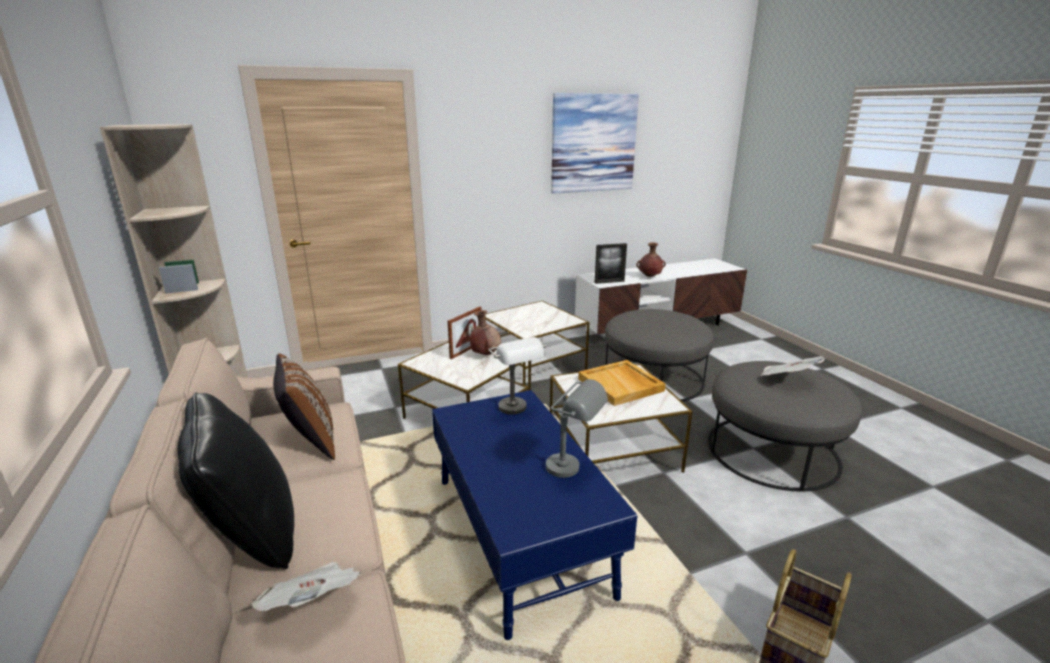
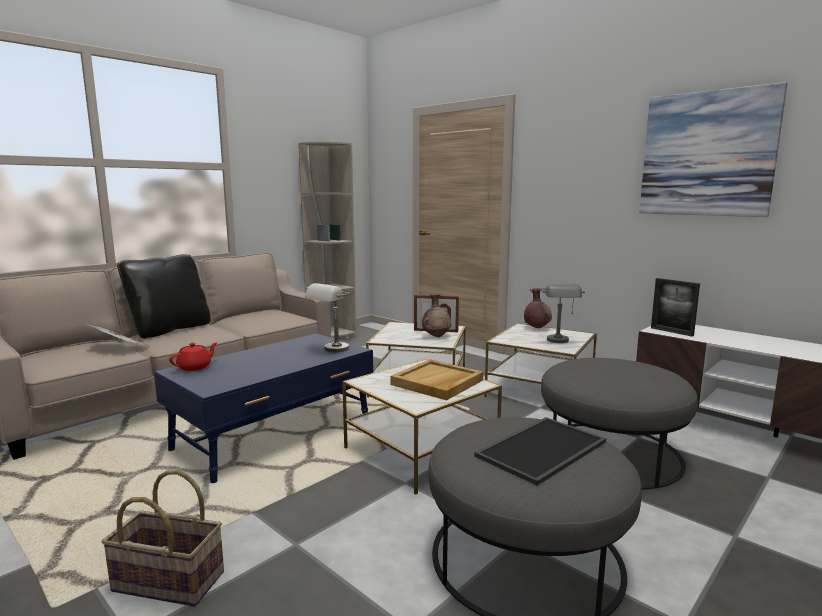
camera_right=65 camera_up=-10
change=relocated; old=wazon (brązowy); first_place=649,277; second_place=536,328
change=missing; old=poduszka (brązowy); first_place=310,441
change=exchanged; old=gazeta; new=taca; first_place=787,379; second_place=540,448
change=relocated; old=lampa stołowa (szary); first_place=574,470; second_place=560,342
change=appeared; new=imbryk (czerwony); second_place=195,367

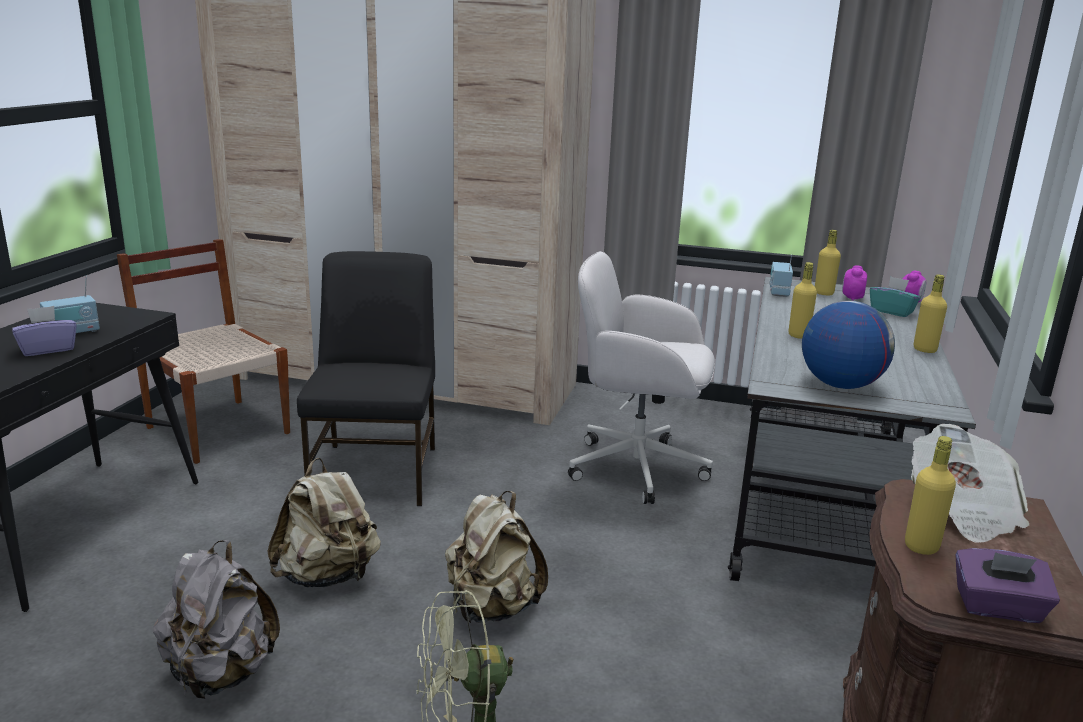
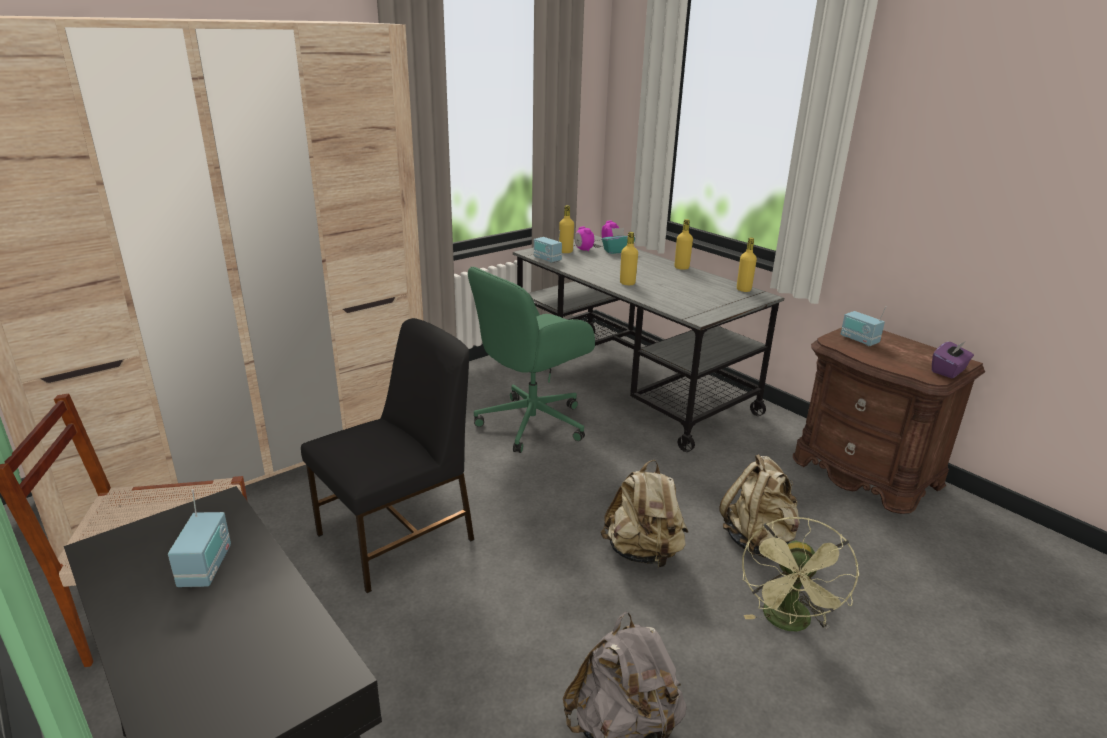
camera_right=-55 camera_up=5
change=spun; old=krzesło (czarny); first_place=376,472; second_place=399,536; degrees=105
change=colour; old=krzesło biurowe (biały); new=krzesło biurowe (zielony); first_place=636,468; second_place=532,423
change=missing; old=globus; first_place=840,385
change=missing; old=pudełko chusteczek (fioletowy); first_place=48,349
change=exchanged; old=gazeta; new=radio; first_place=962,511; second_place=859,340
change=relocated; old=butelka (żółty); first_place=921,546; second_place=743,289
change=relocated; old=plecak (beżowy); first_place=328,576; second_place=757,539

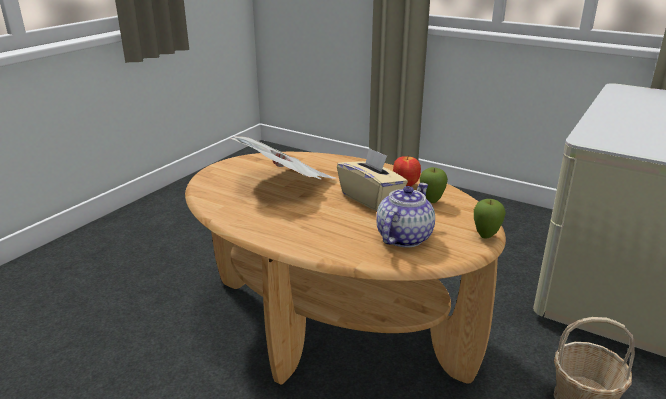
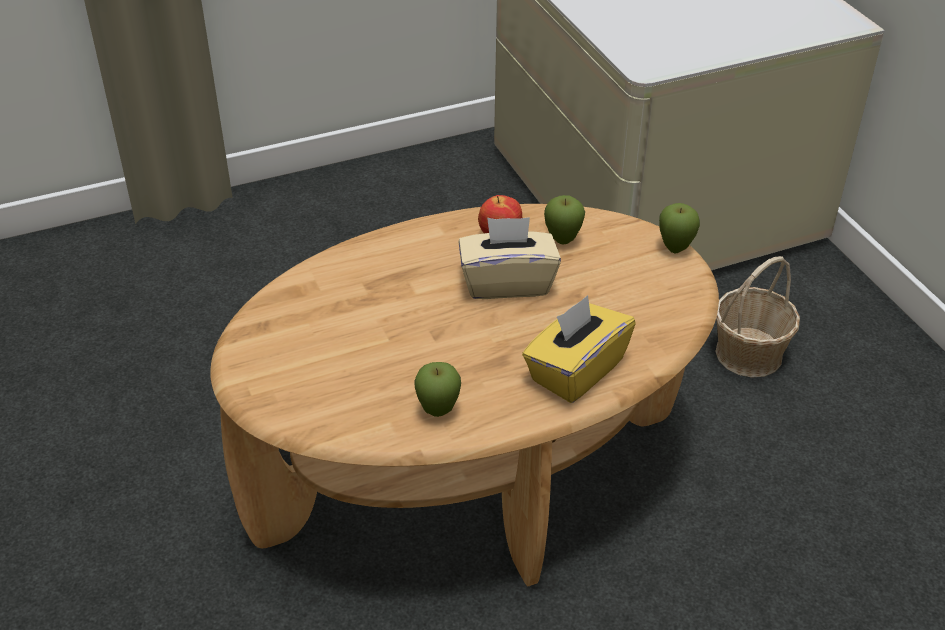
camera_right=-55 camera_up=15
change=missing; old=gazeta; first_place=286,183
change=missing; old=imbryk; first_place=403,237
change=appeared; new=pudełko chusteczek (żółty); second_place=575,371
change=appeared; new=jabłko; second_place=438,412

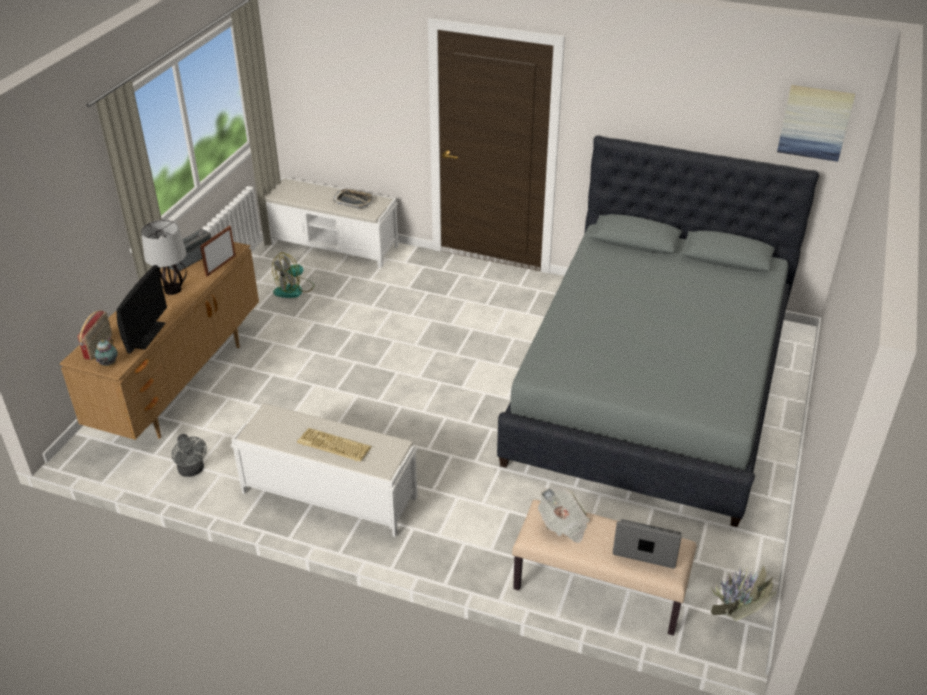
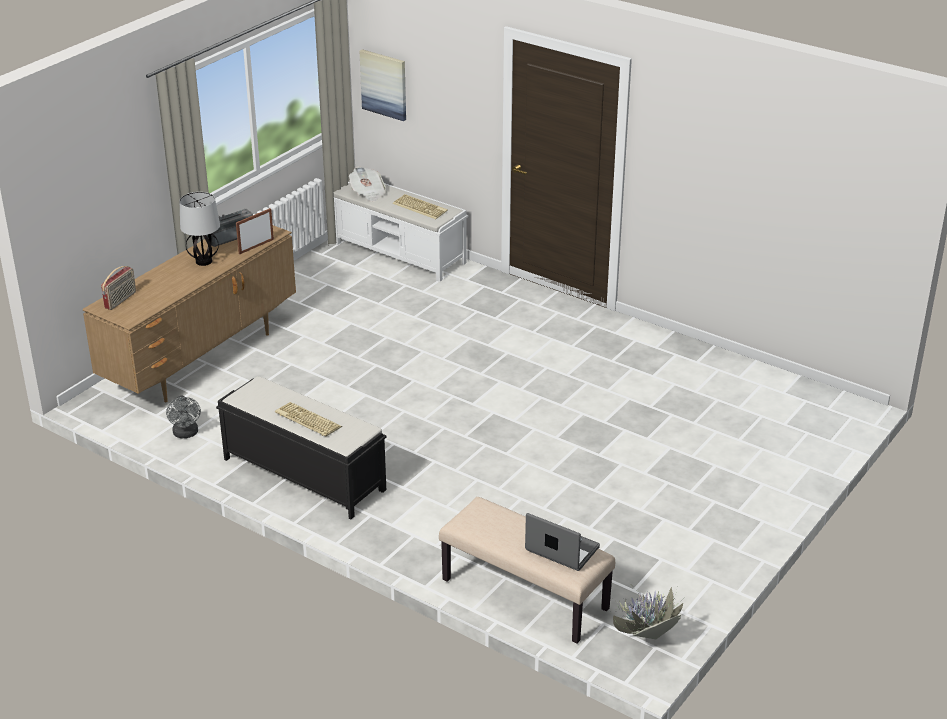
camera_right=15 camera_up=-5
change=relocated; old=obraz; first_place=815,122; second_place=384,84
change=missing; old=łóżko (szary); first_place=651,388
change=exchanged; old=taca; new=klawiatura; first_place=353,201; second_place=421,207
change=missing; old=wentylator; first_place=294,289
change=missing; old=monitor; first_place=146,334
change=missing; old=imbryk; first_place=108,364
change=colour; old=ławka (biały); new=ławka (czarny); first_place=328,494; second_place=303,474
change=relocated; old=gazeta; first_place=563,524; second_place=368,193

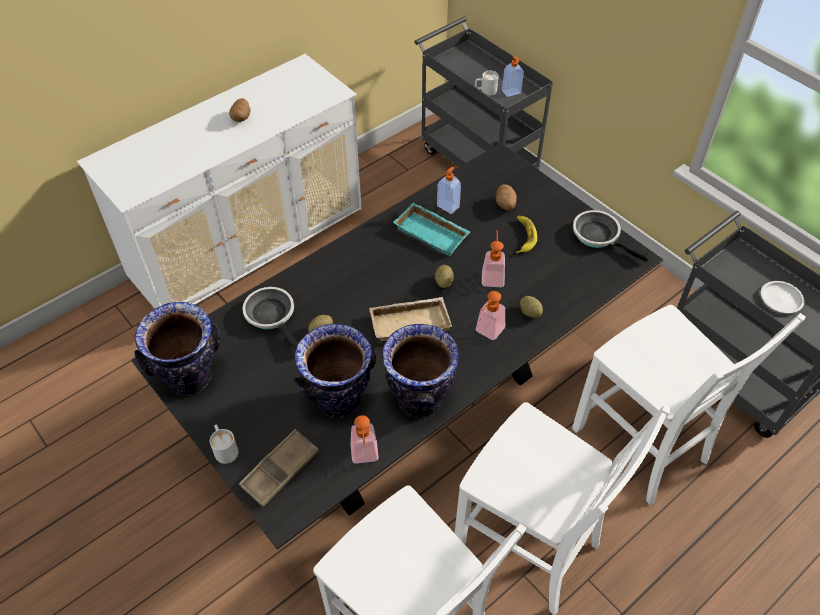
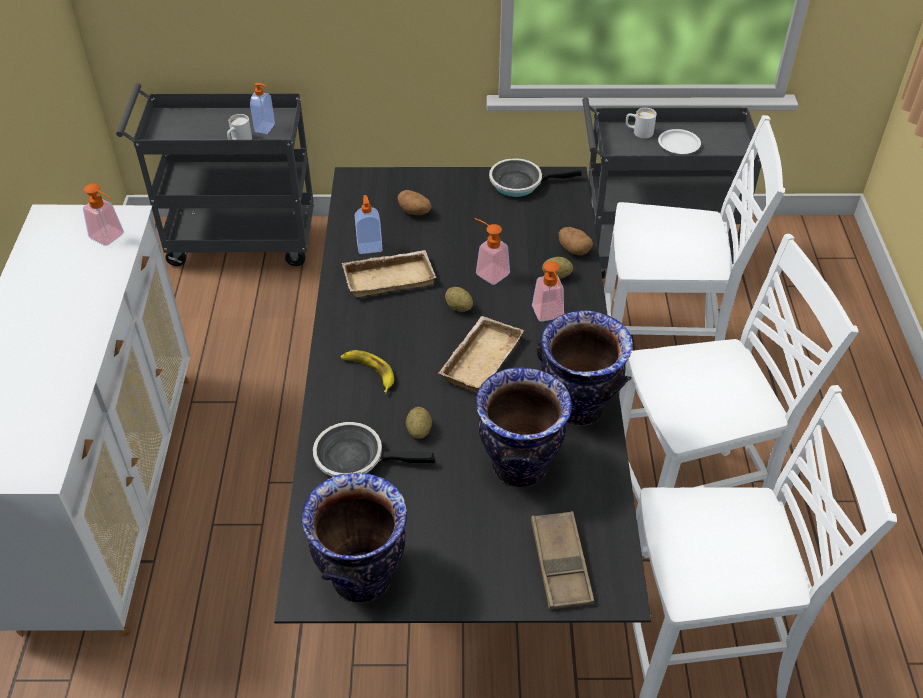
camera_right=-50 camera_up=-5
change=relocated; old=ziemniak; first_place=241,117; second_place=574,249
change=colour; old=taca (turkusowy); new=taca (beżowy); first_place=433,233; second_place=389,277
change=relocated; old=banan; first_place=524,236; second_place=369,372
change=relocated; old=dozownik mydła; first_place=365,457; second_place=111,238
change=relocated; old=kubek (biały); first_place=224,448; second_place=638,132

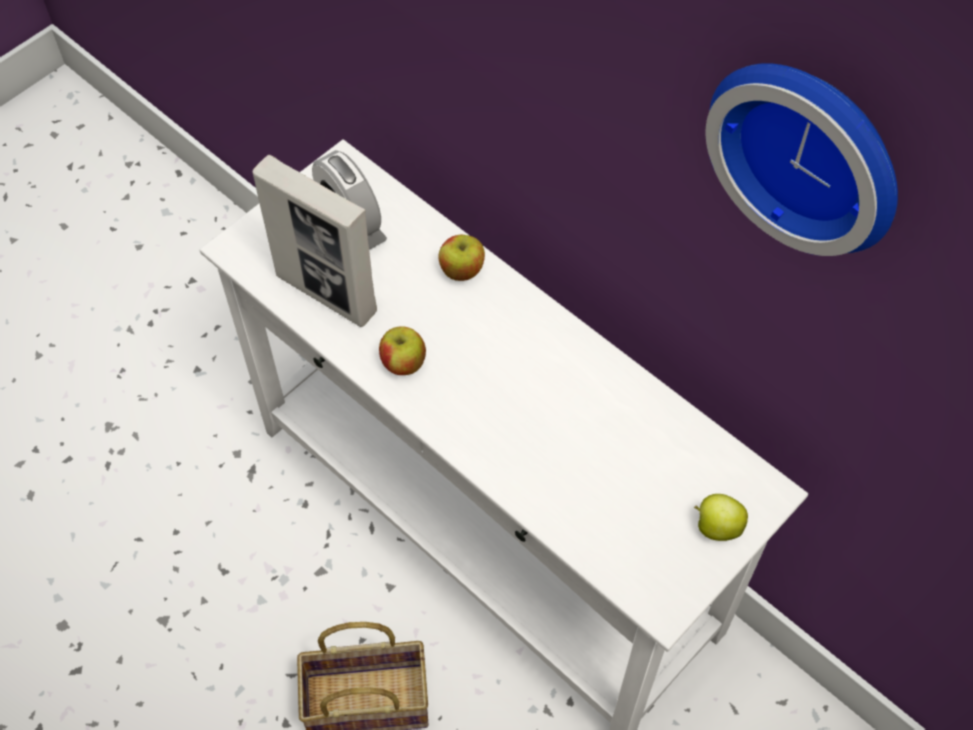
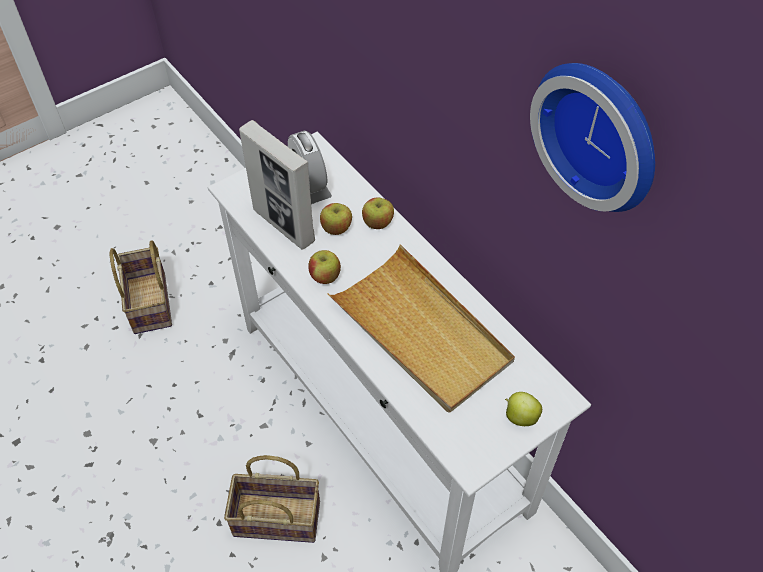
camera_right=10 camera_up=-5
change=appeared; new=jabłko; second_place=336,228
change=appeared; new=koszyk; second_place=151,304
change=appeared; new=taca (beżowy); second_place=421,332

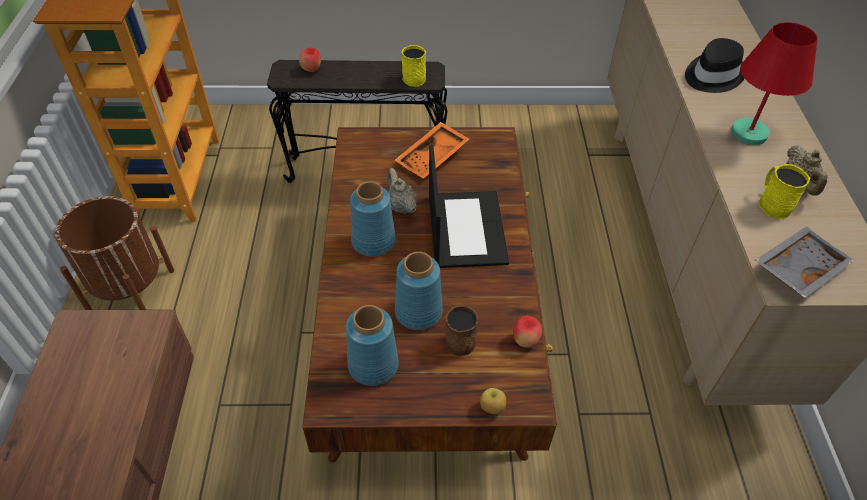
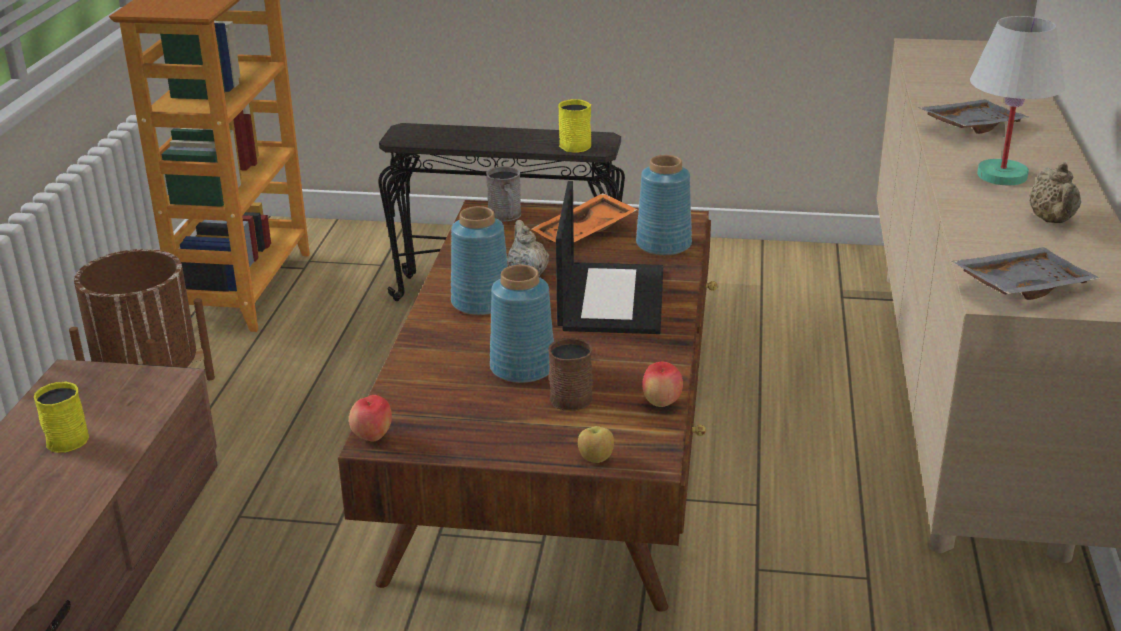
camera_right=10 camera_up=-20
change=colour; old=lampa stołowa (czerwony); new=lampa stołowa (biały); first_place=748,133; second_place=1001,175
change=exchanged; old=kapelusz (czarny); new=taca (szary); first_place=712,75; second_place=970,126
change=relocated; old=jabłko; first_place=311,70; second_place=372,437
change=relocated; old=kubek (żółty); first_place=772,203; second_place=69,436
change=relocated; old=wazon (niebieski); first_place=372,364; second_place=662,244
change=appeared; new=kubek (szary); second_place=506,216

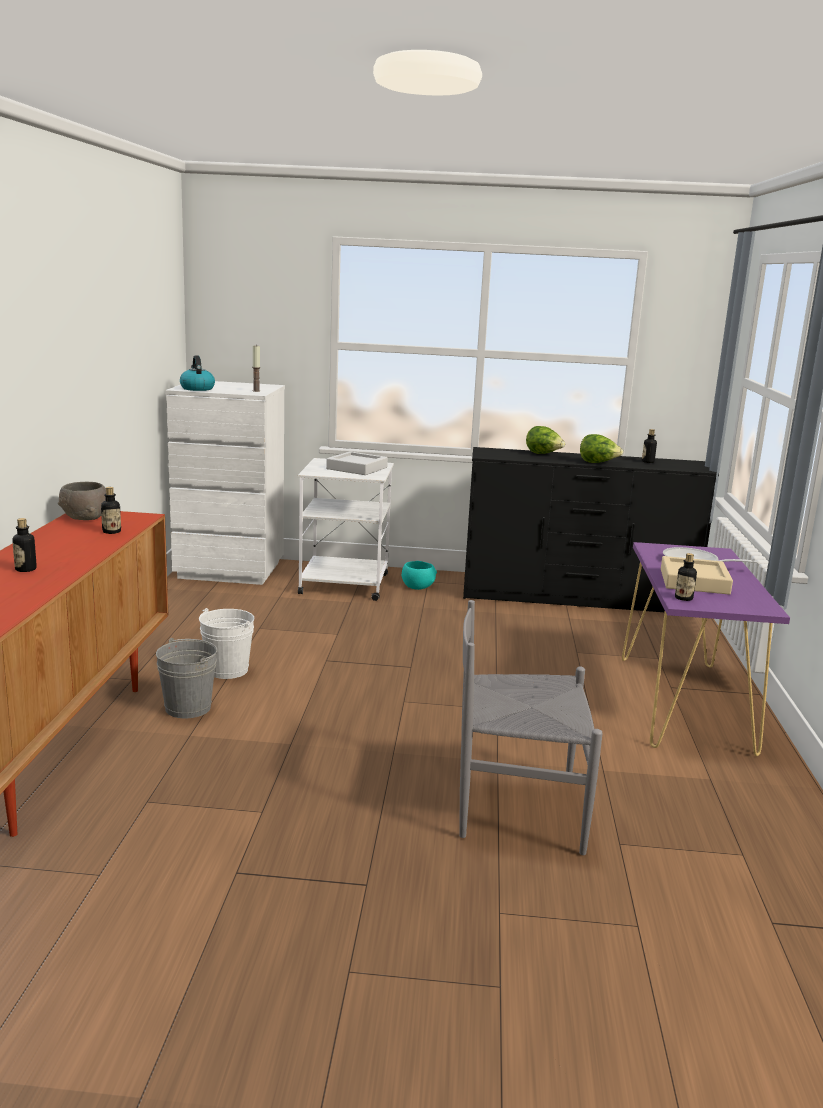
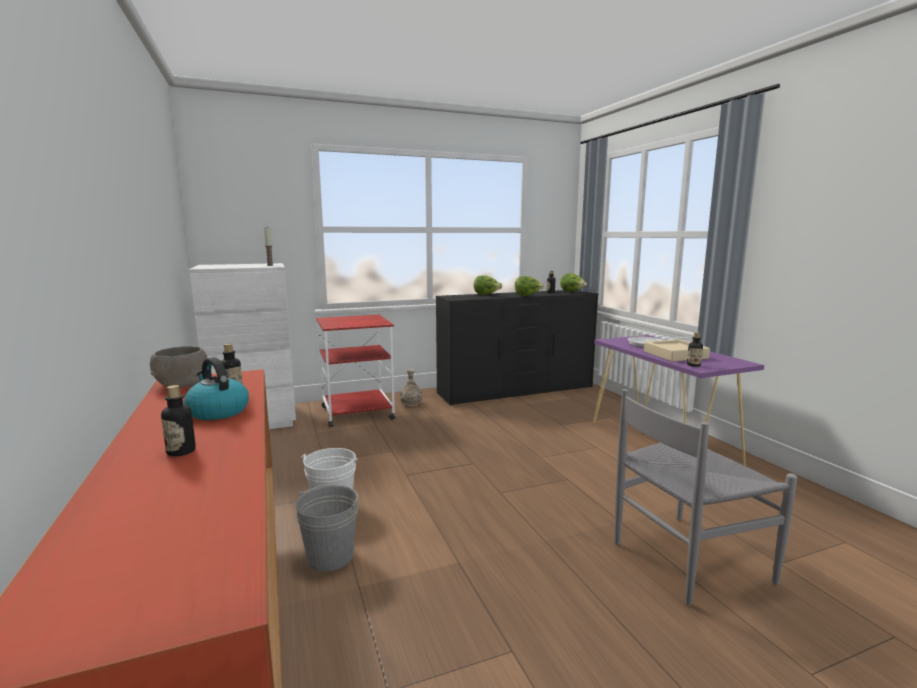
camera_right=-25 camera_up=-5
change=relocated; old=czajnik; first_place=197,388; second_place=217,411
change=missing; old=taca (szary); first_place=357,468
change=colour; old=wózek (biały); new=wózek (czerwony); first_place=346,584; second_place=358,412
change=exchanged; old=miska (turkusowy); new=wazon; first_place=418,586; second_place=411,403
change=appeared; new=sałata; second_place=572,292

